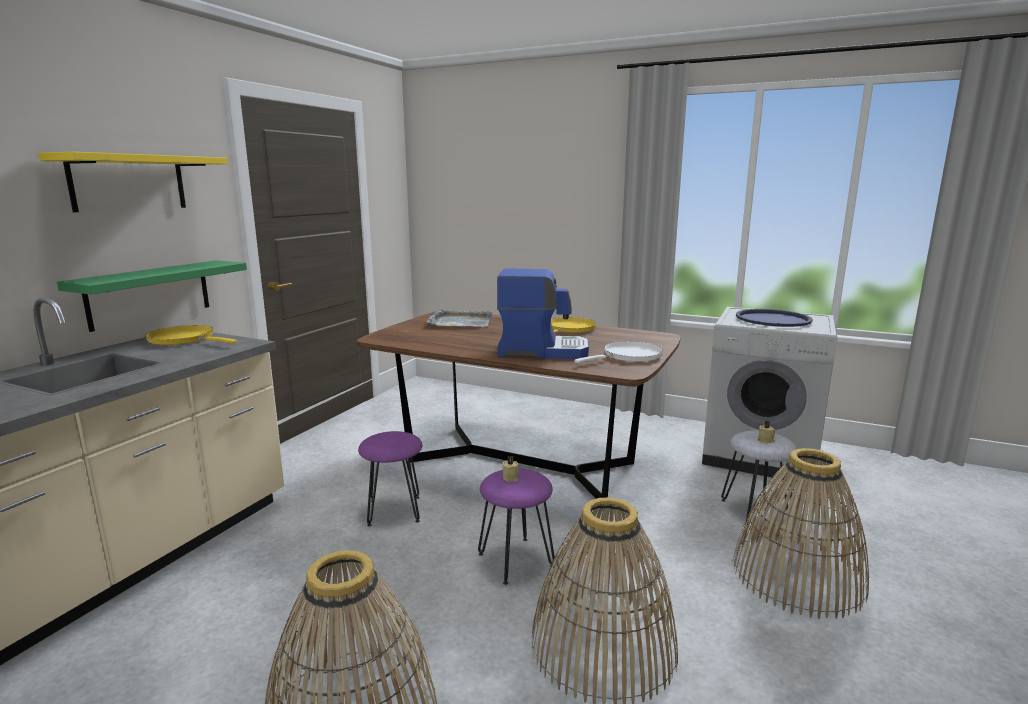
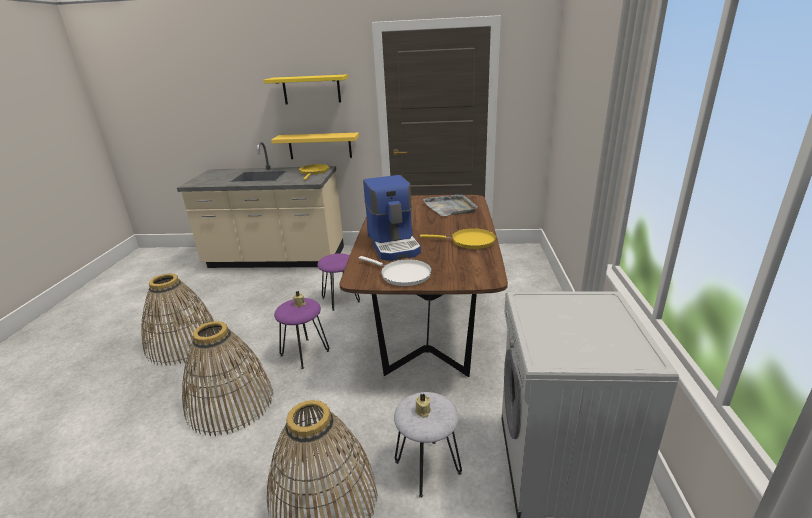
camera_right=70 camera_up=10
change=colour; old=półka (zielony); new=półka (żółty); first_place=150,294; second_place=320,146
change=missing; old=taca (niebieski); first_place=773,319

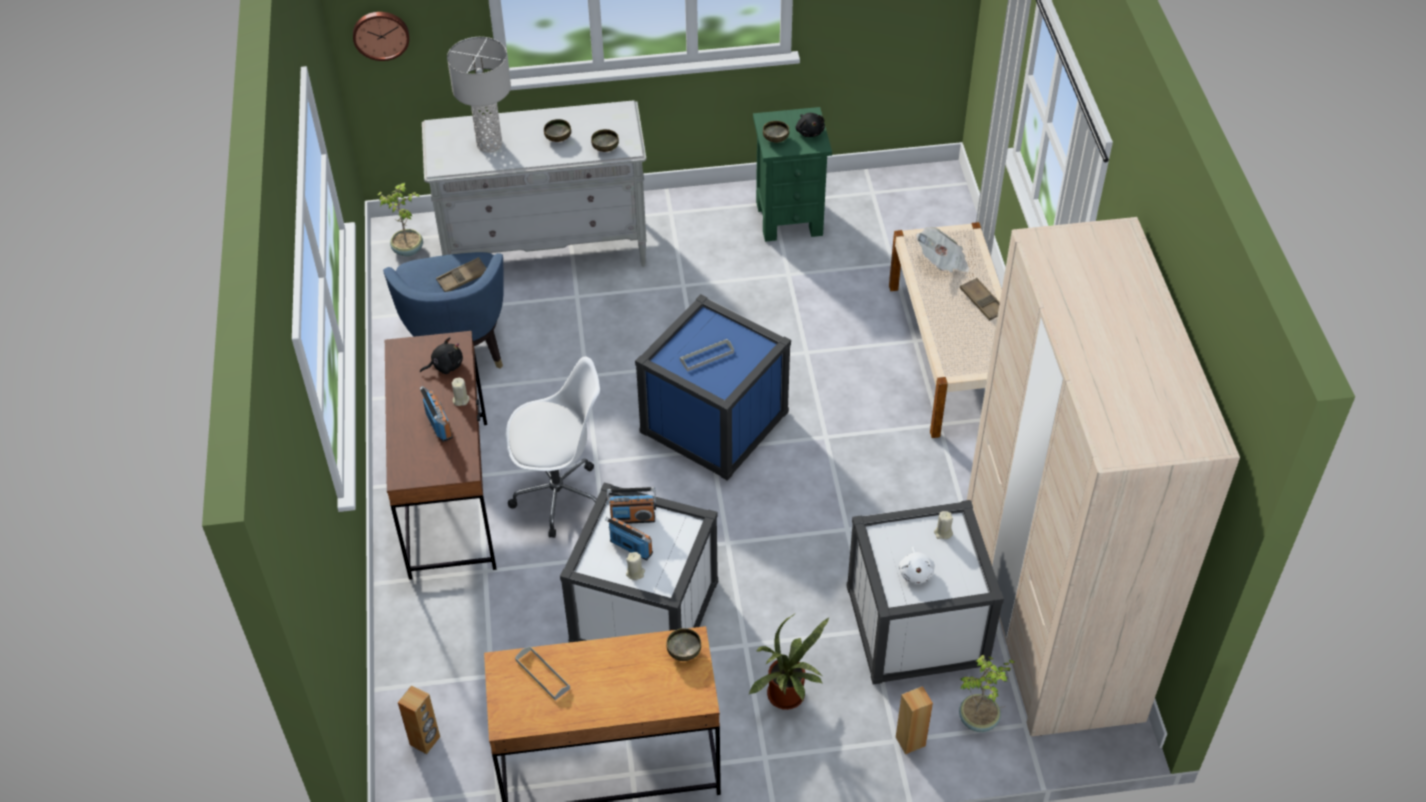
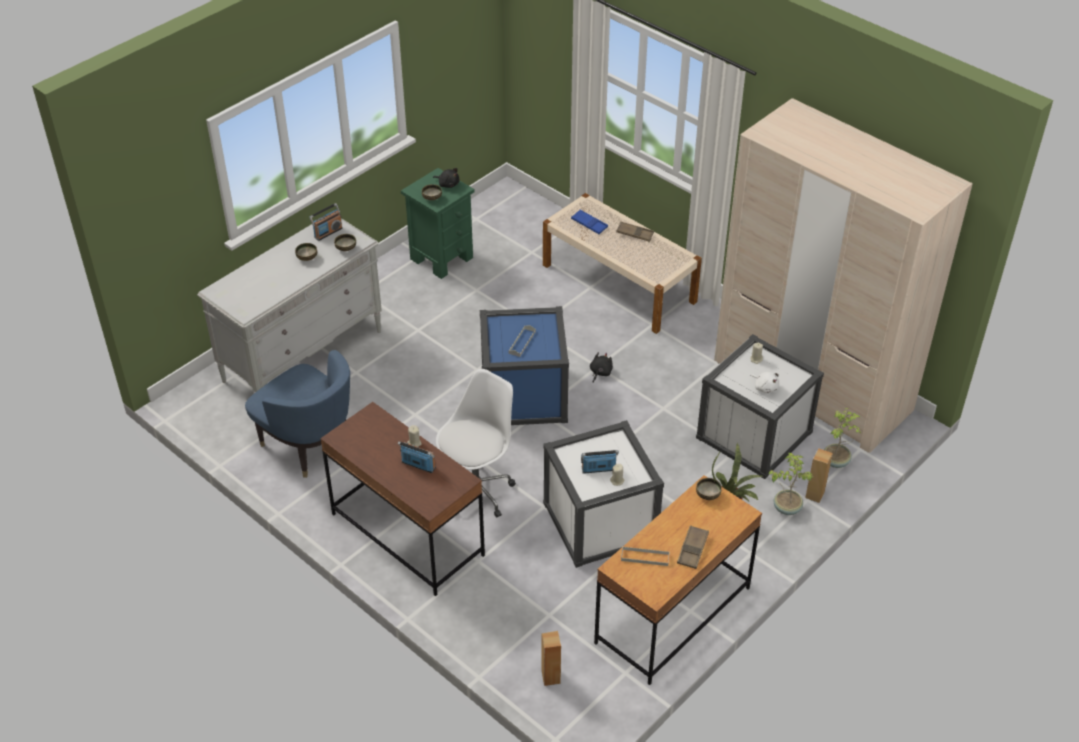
camera_right=-40 camera_up=-5
change=missing; old=zegar ścienny; first_place=381,34
change=missing; old=lampa stołowa (biały); first_place=489,144
change=relocated; old=roślina doniczkowa; first_place=408,249; second_place=786,508
change=exchanged; old=gazeta; new=taca (niebieski); first_place=942,262; second_place=589,224
change=relocated; old=taca (brązowy); first_place=462,278; second_place=692,549
change=relocated; old=pluszak (czarny); first_place=445,365; second_place=600,372
change=relocated; old=radio; first_place=632,518; second_place=328,232

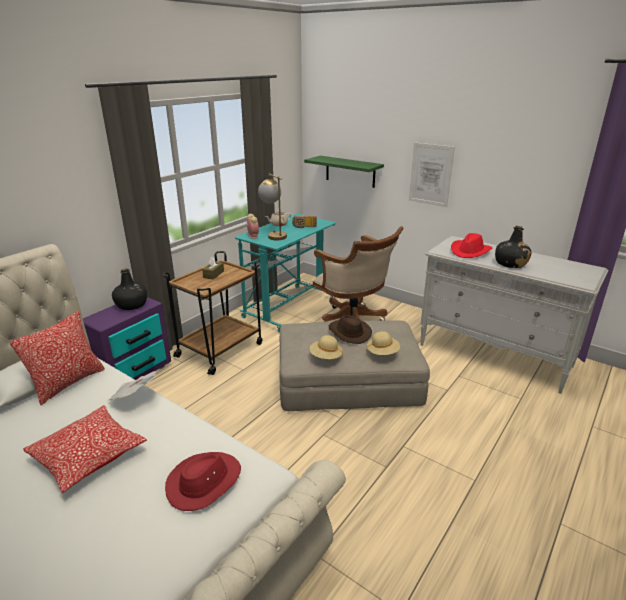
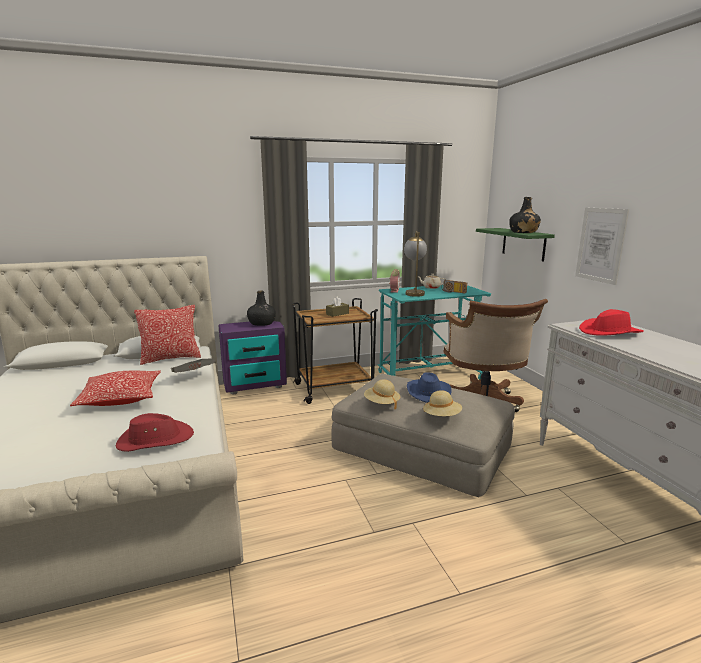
camera_right=35 camera_up=-10
change=relocated; old=butelka (czarny); first_place=510,264; second_place=523,232
change=colour; old=kapelusz (brązowy); new=kapelusz (niebieski); first_place=349,333; second_place=428,392

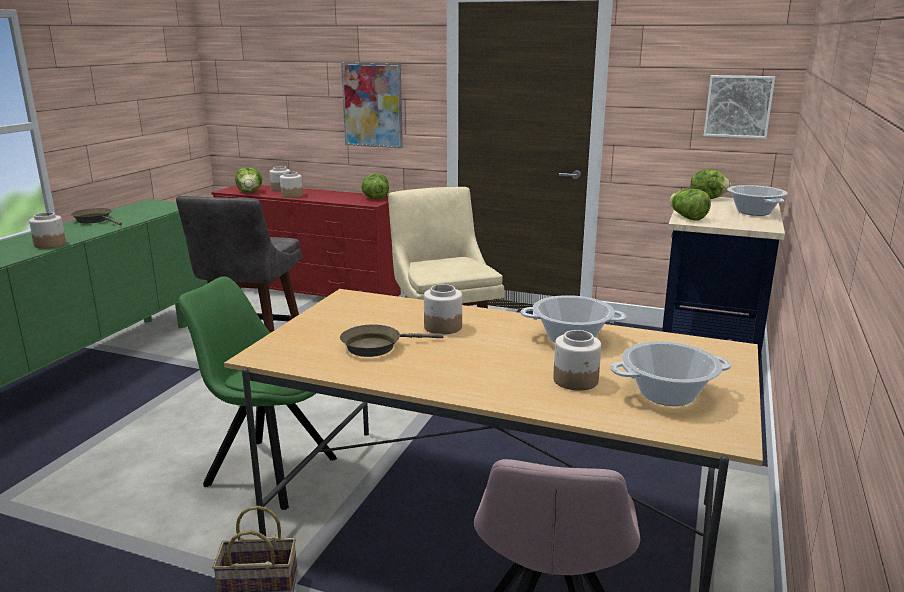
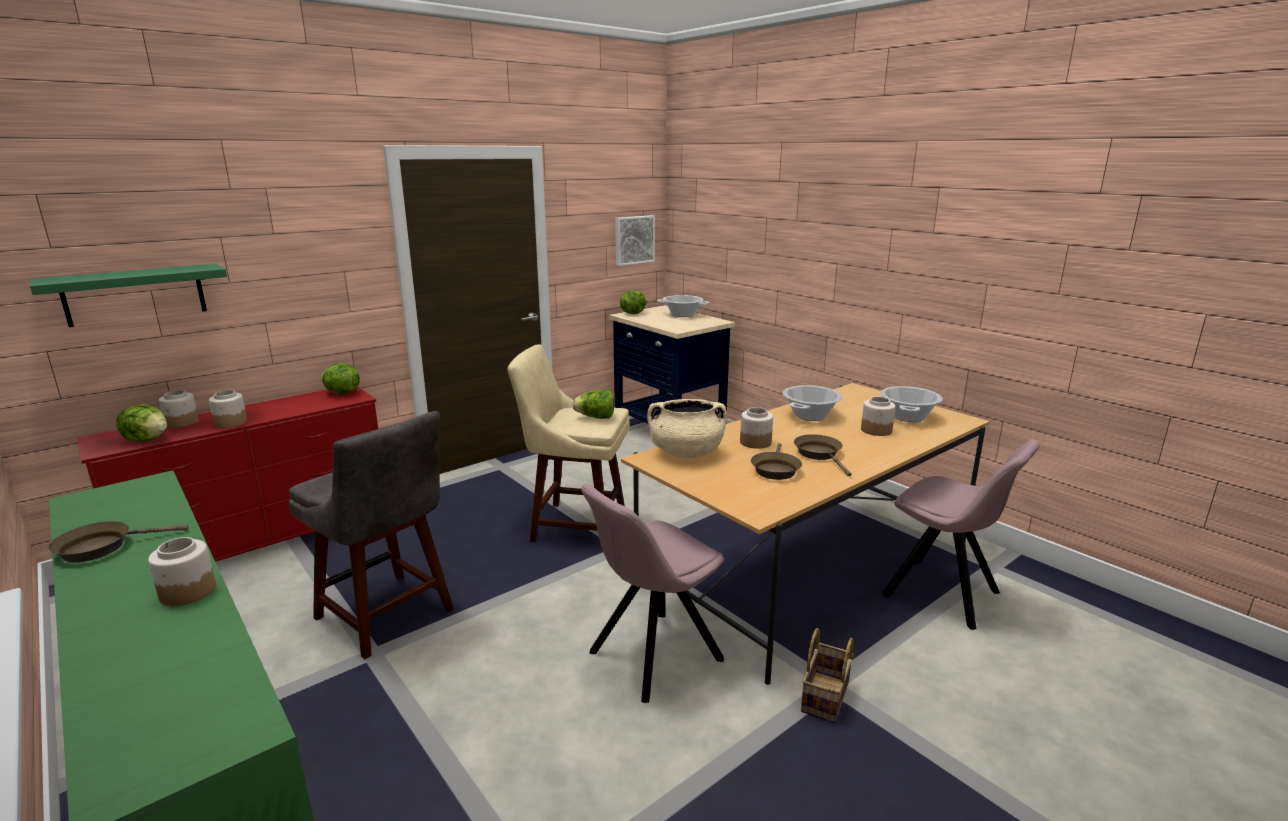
camera_right=-60 camera_up=0
change=missing; old=obraz; first_place=372,105
change=relocated; old=sałata; first_place=687,218; second_place=595,417
change=colour; old=krzesło (zielony); new=krzesło (różowy); first_place=270,471; second_place=654,655
change=appeared; new=półka (zielony); second_place=135,294
change=appeared; new=garnek (beżowy); second_place=686,453
change=appeared; new=patelnia (brązowy); second_place=820,454

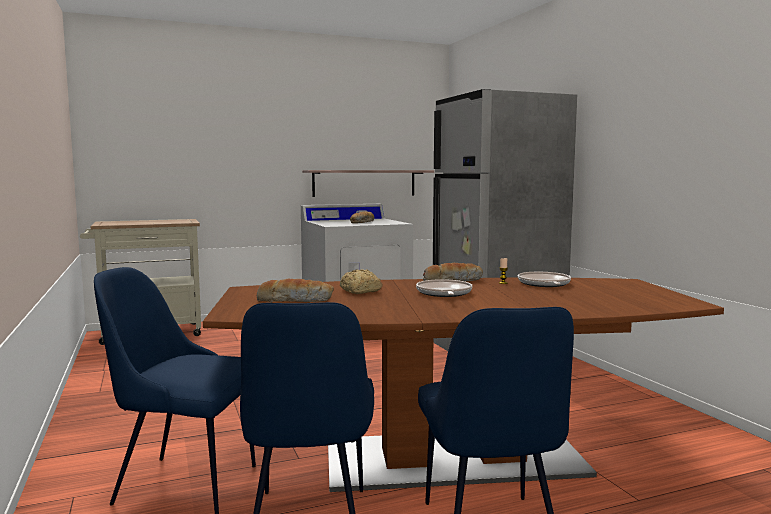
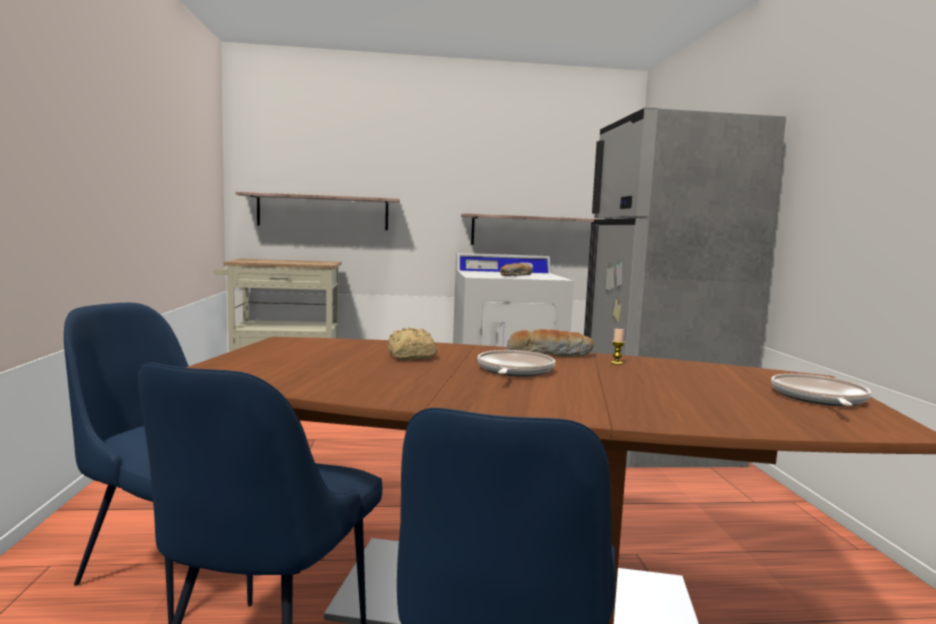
camera_right=15 camera_up=0
change=relocated; old=patelnia; first_place=544,284; second_place=818,398
change=missing; old=chleb; first_place=295,300
change=appeared; new=półka; second_place=323,212

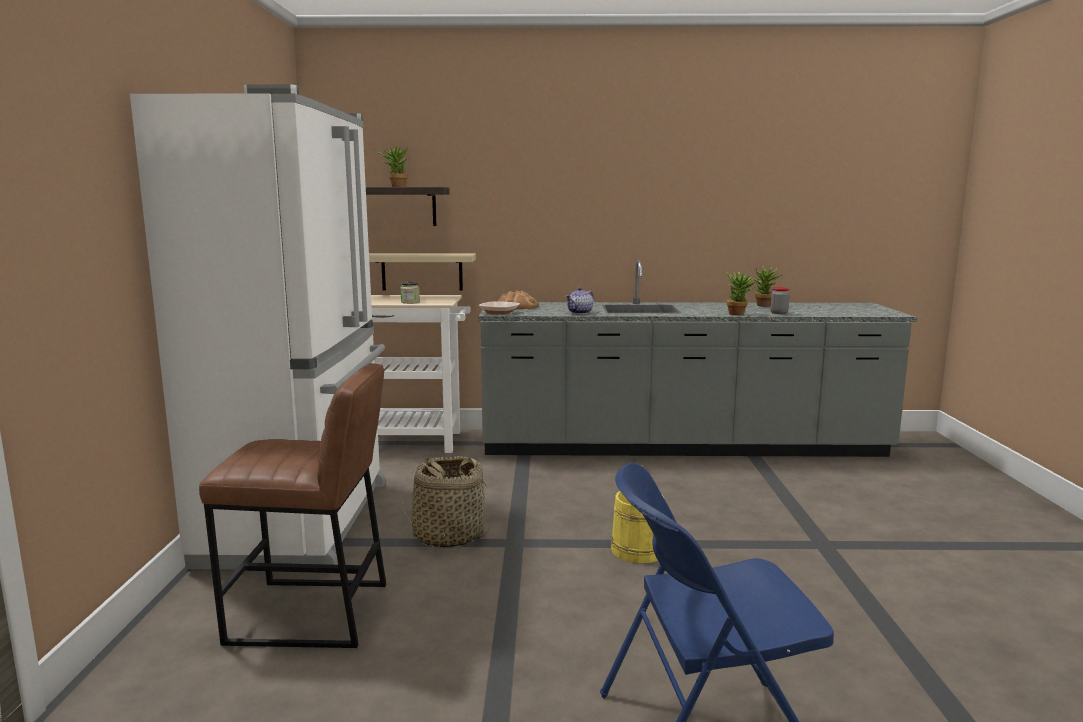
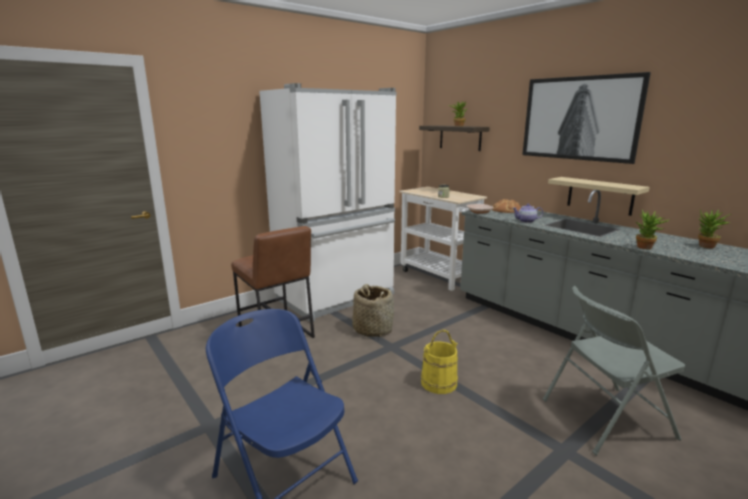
camera_right=50 camera_up=5
change=relocated; old=półka (beżowy); first_place=422,271; second_place=600,195
change=missing; old=słoik; first_place=778,313
change=appeared; new=obraz; second_place=579,118
change=appeared; new=krzesło (szary); second_place=606,418

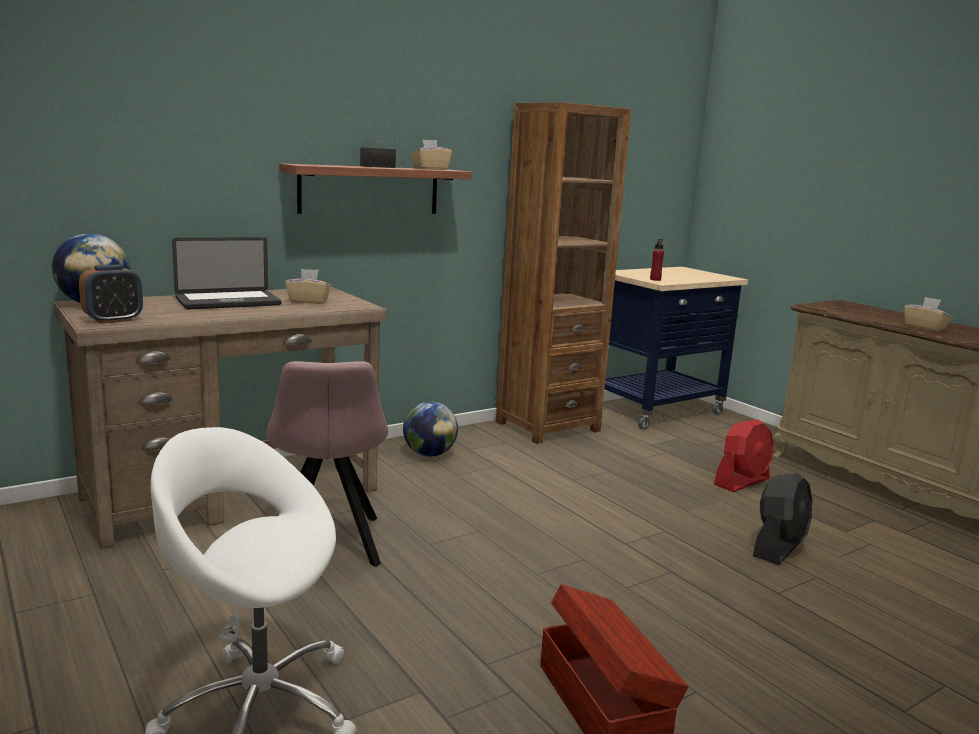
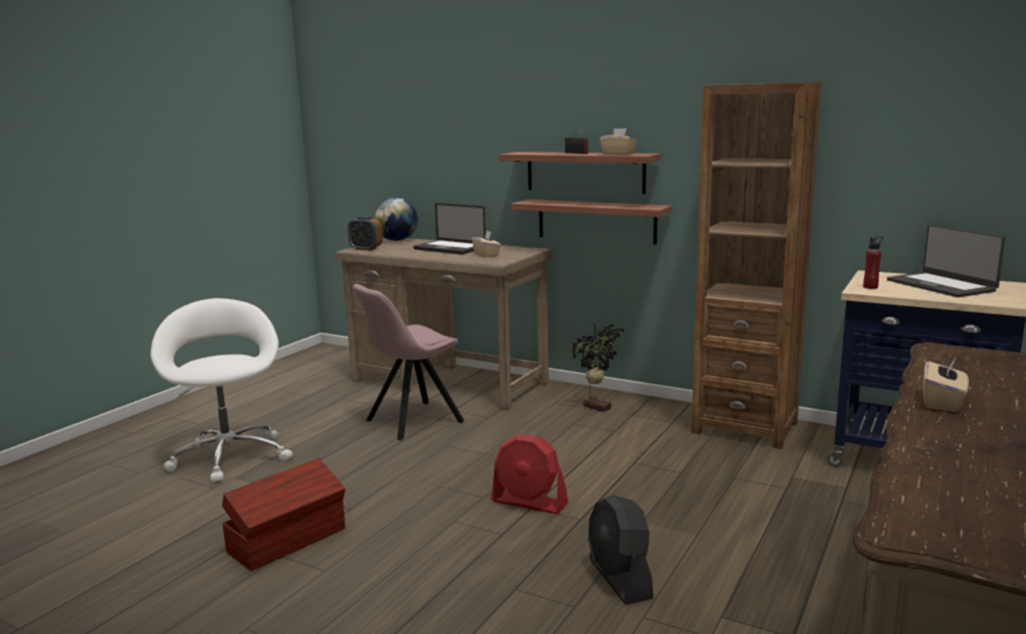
camera_right=65 camera_up=0
change=exchanged; old=globus; new=roślina doniczkowa; first_place=429,454; second_place=597,406
change=relocated; old=wentylator (czerwony); first_place=742,481; second_place=529,502
change=spun; old=wentylator (czarny); first_place=779,547; second_place=619,579; degrees=60
change=appeared; new=półka; second_place=596,221
change=appeared; new=laptop; second_place=941,285

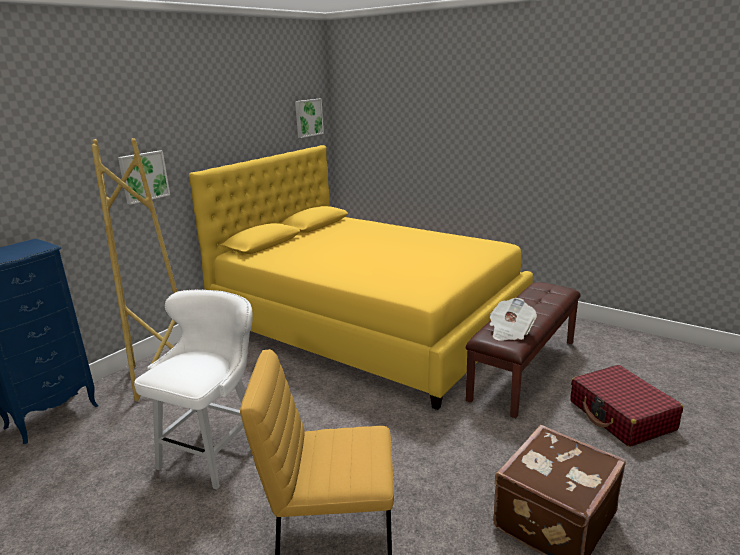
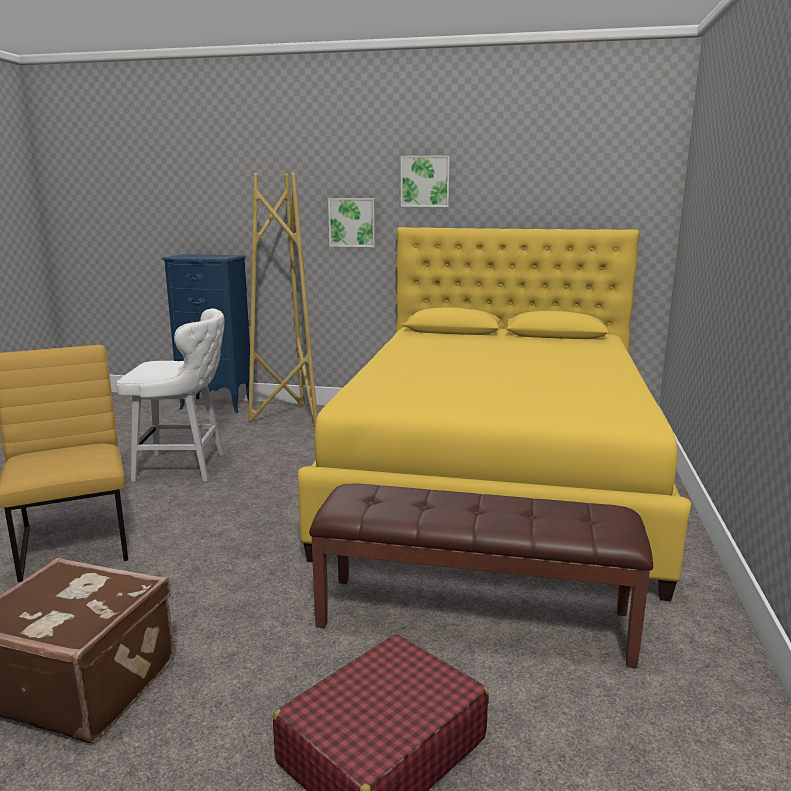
camera_right=65 camera_up=-5
change=relocated; old=obraz; first_place=308,117; second_place=425,181
change=missing; old=gazeta; first_place=510,331

